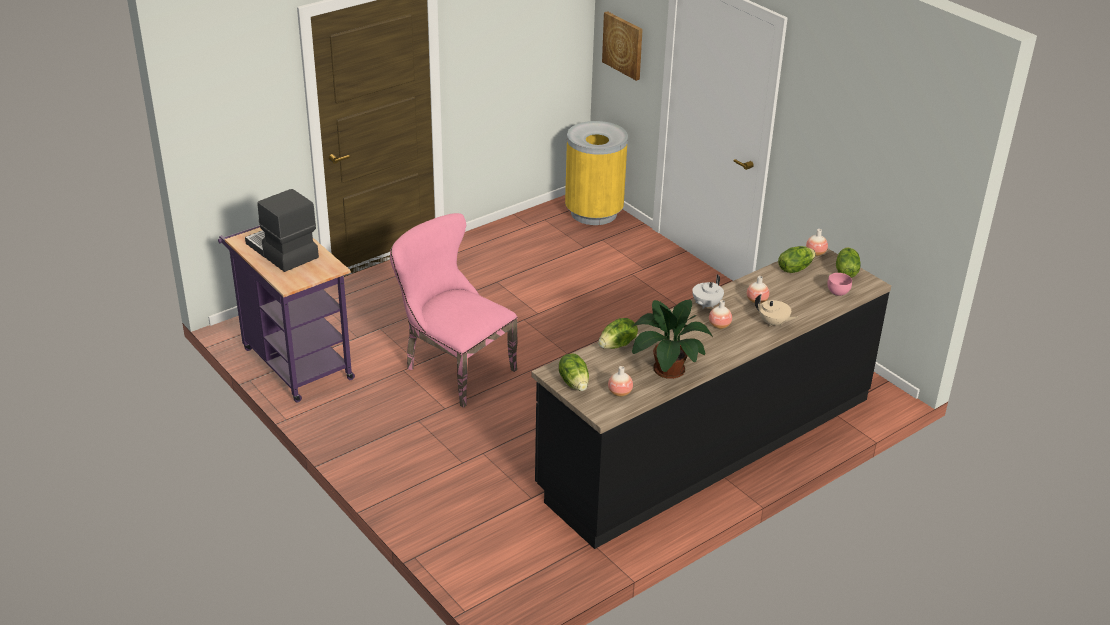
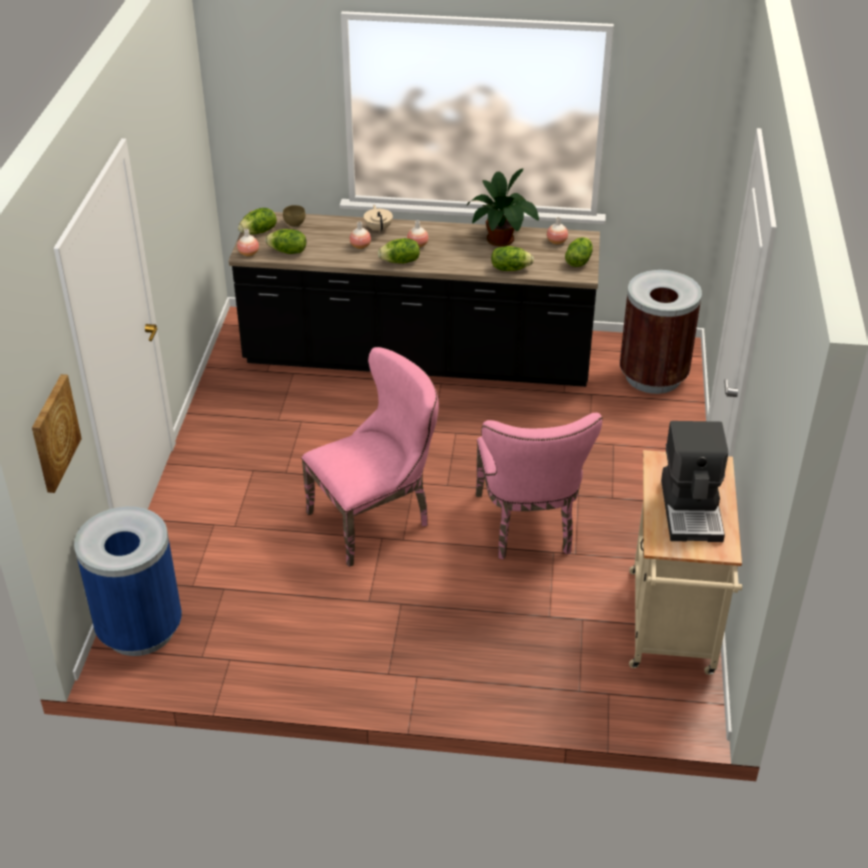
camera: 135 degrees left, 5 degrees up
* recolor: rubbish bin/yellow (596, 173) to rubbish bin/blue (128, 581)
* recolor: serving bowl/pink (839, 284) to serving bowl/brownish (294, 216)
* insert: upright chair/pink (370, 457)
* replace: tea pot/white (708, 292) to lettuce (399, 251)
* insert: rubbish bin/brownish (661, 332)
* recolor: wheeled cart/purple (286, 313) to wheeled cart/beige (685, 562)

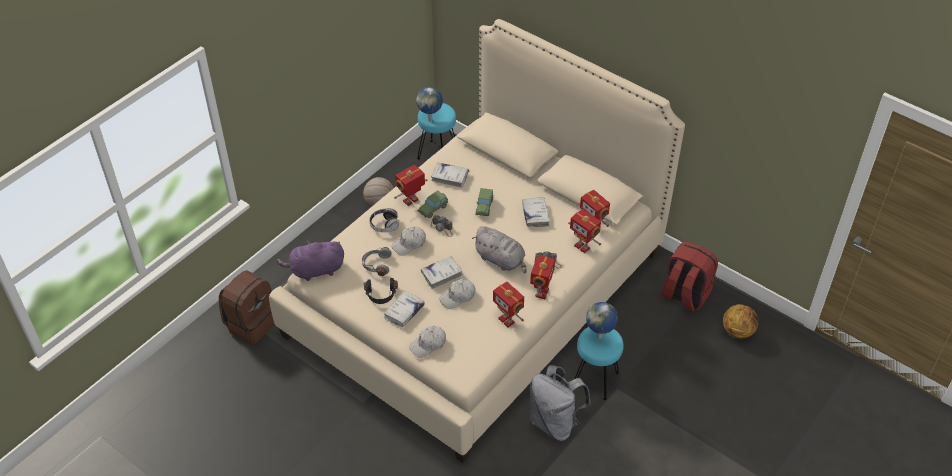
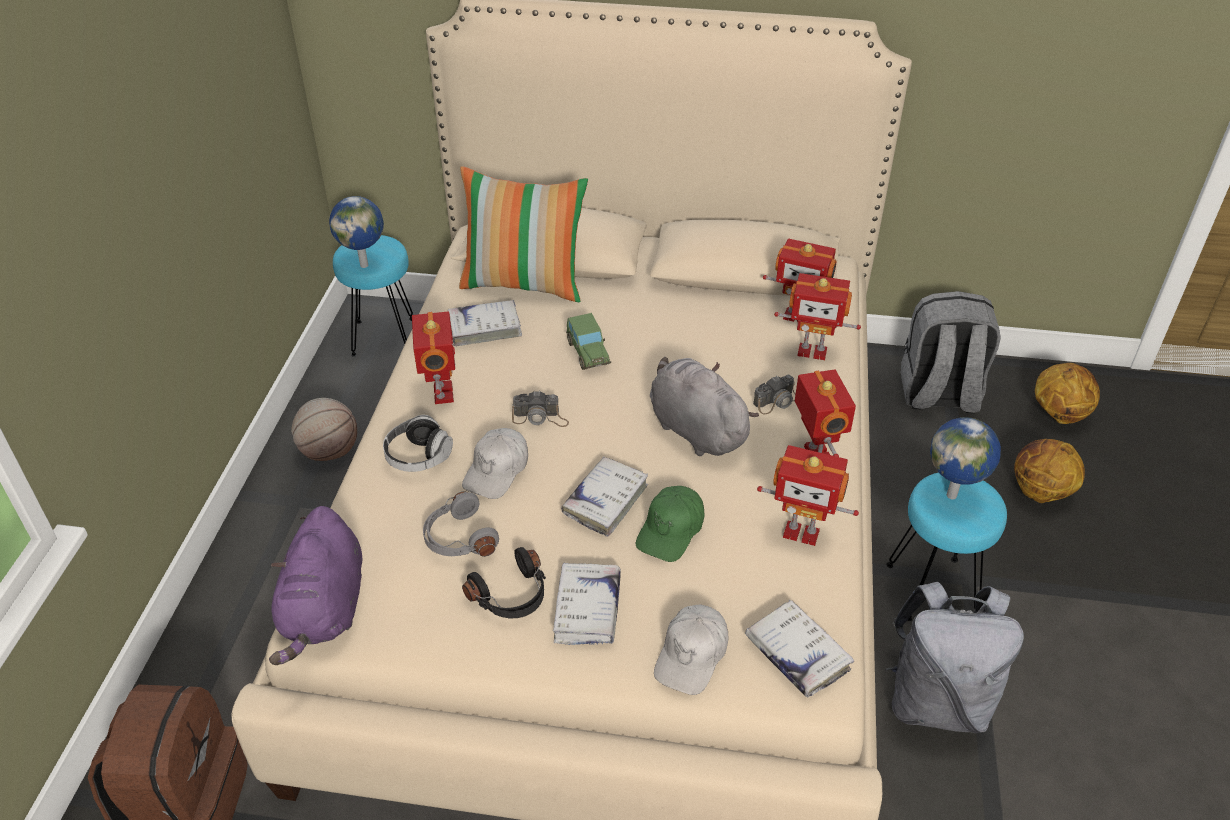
camera: 30 degrees left, 5 degrees down
* rotate: plush toy/purple (310, 260) = (315, 585) 45 degrees counterclockwise
* rotate: toy robot (411, 185) = (433, 358) 150 degrees clockwise
* insert: throw pillow (523, 234)
* recolor: cap/white (457, 294) to cap/green-coloured (670, 524)
* rotate: plush toy/gray (499, 249) = (704, 406) 135 degrees counterclockwise
* move: bound book/white (536, 212) to (799, 649)
* recolor: knapsack/red (689, 277) to knapsack/gray (951, 352)
* insert: ball for basketball (1049, 471)
* delete: toy car (432, 204)

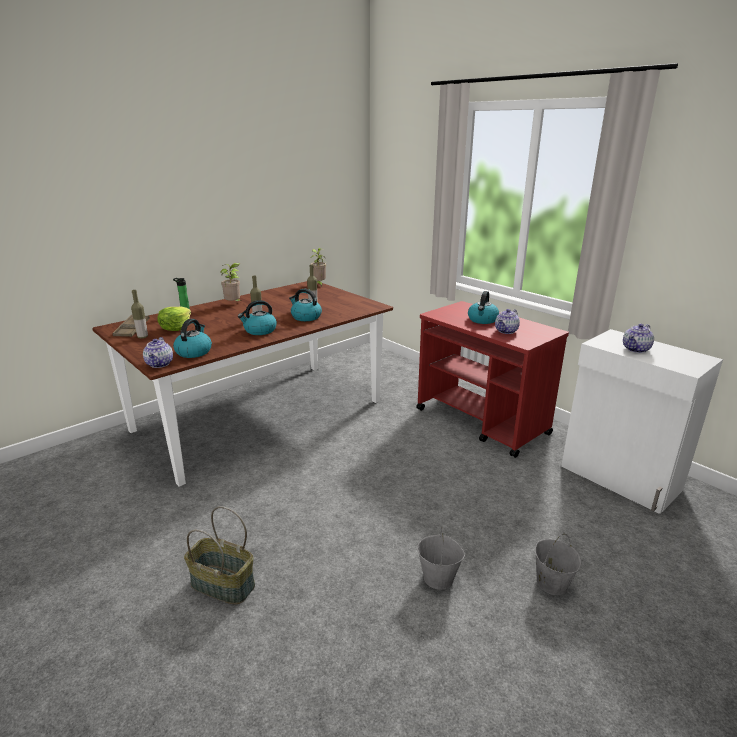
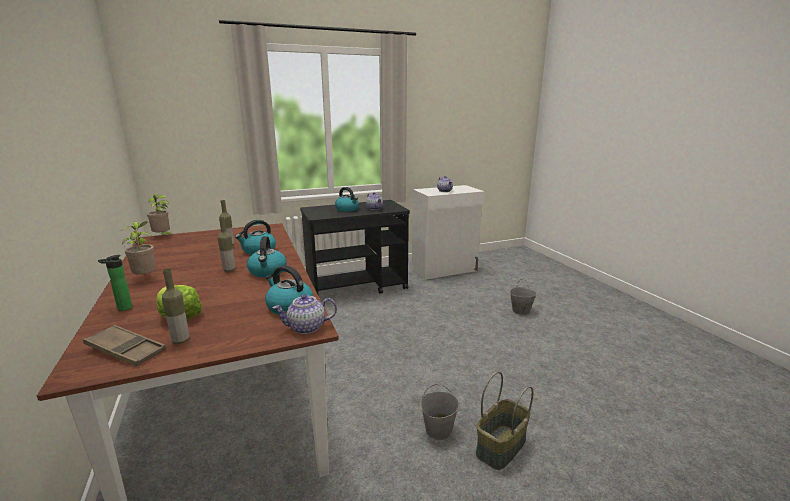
camera: 70 degrees left, 5 degrees down
* rotate: tea pot (158, 352) = (305, 314) 150 degrees clockwise
* recolor: wheeled cart/red (492, 379) to wheeled cart/black (355, 248)
* move: bucket/gray (441, 558) to (439, 412)

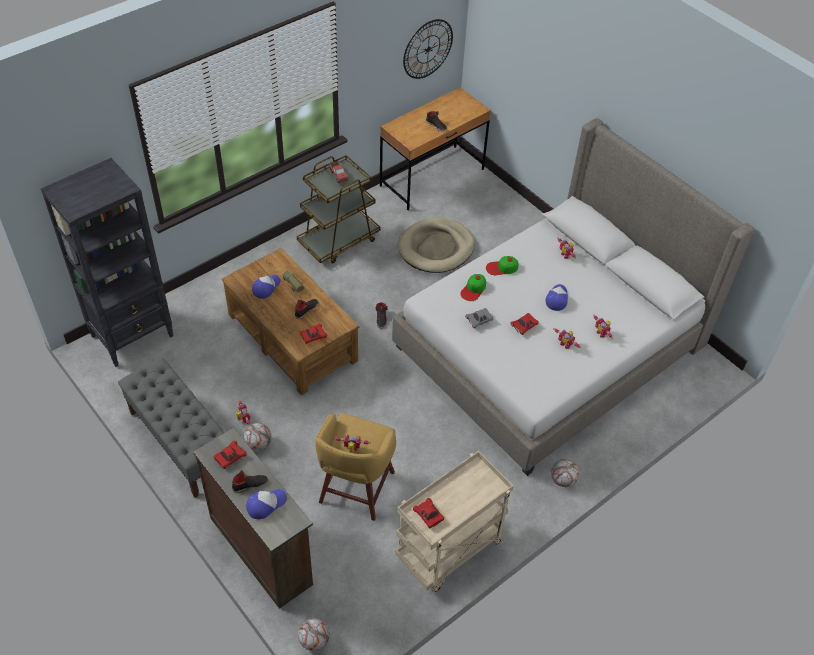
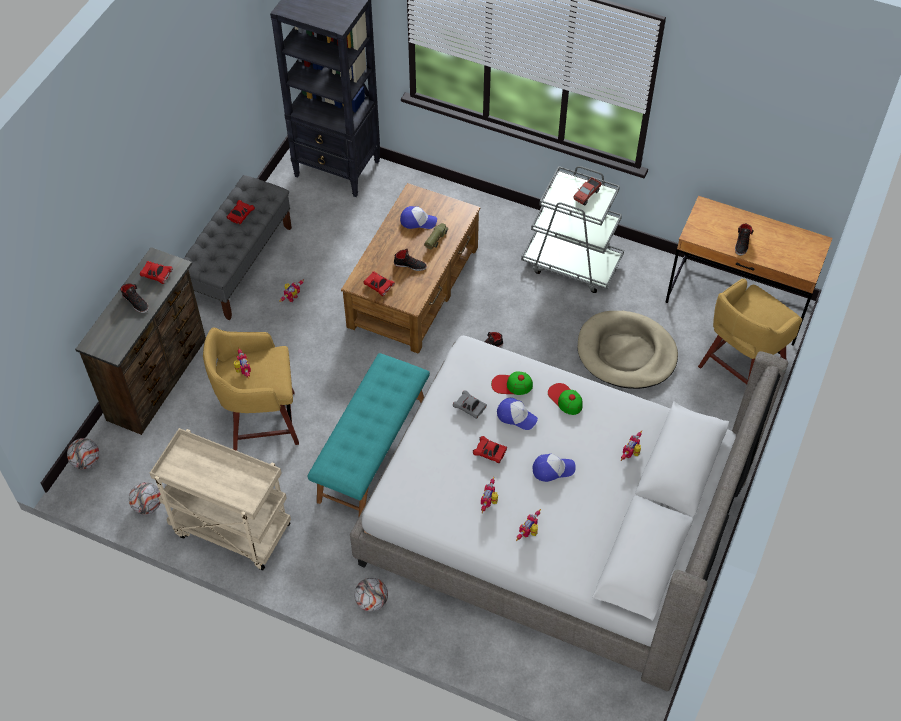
camera: 65 degrees right, 5 degrees up
* move: ball for football (257, 436) to (145, 498)
* move: toy car/red (428, 513) to (241, 212)
* insert: indoor bench/blue-green (369, 434)
* move: cap (266, 504) to (517, 414)
* recolor: wheeled cart/brownish (338, 209) to wheeled cart/gray (572, 229)
* insert: sitting stool/yellow (750, 331)
* delete: wall clock (428, 49)

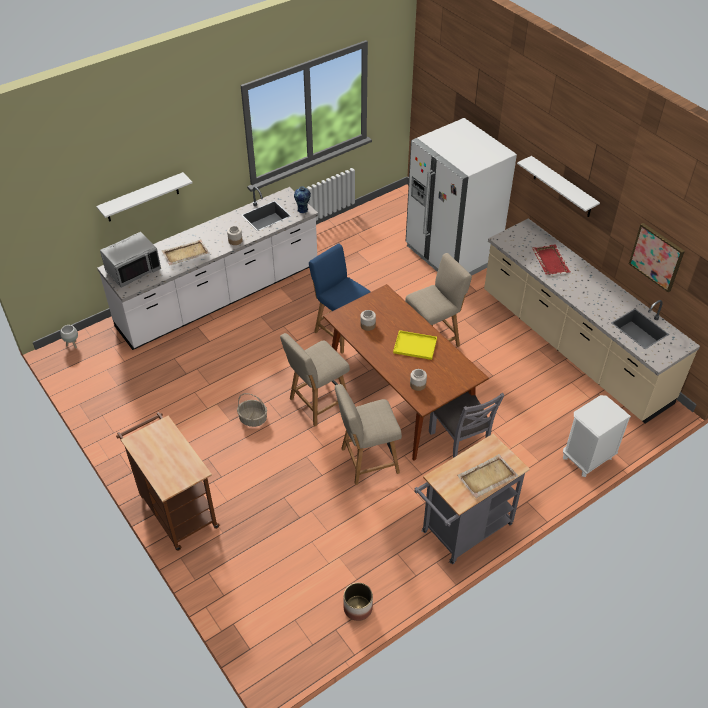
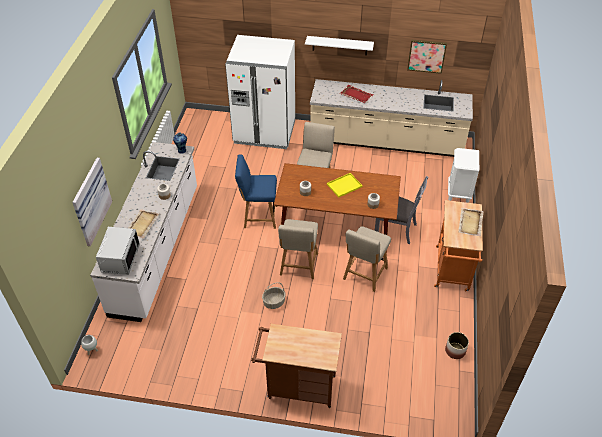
camera: 45 degrees left, 0 degrees up
* replace: bracket shelf/white (144, 197) to wall picture (92, 202)
* recolor: wheeled cart/gray (472, 499) to wheeled cart/orangey (458, 246)

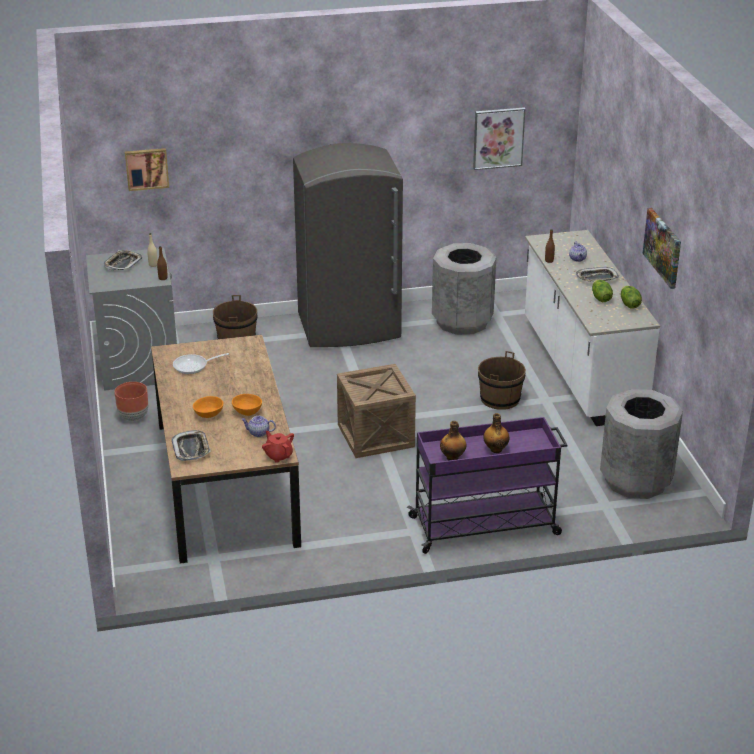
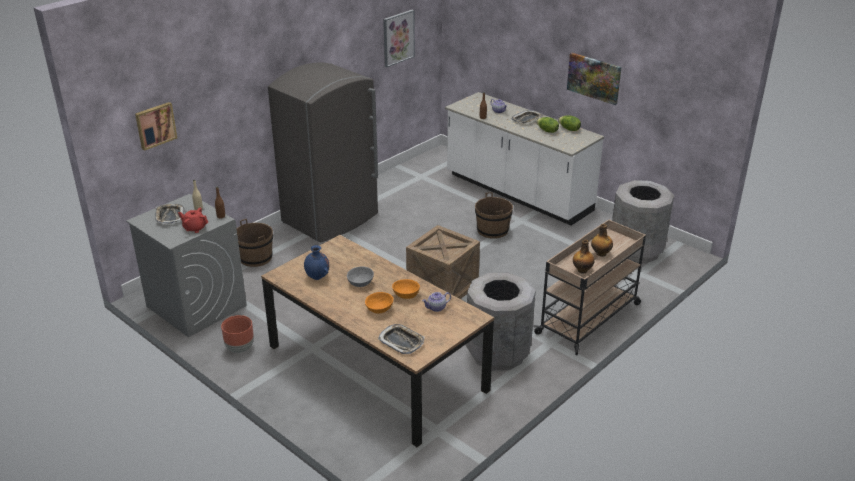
camera: 35 degrees left, 0 degrees up
* move: tea pot/red (278, 446) to (193, 220)
* replace: frying pan (201, 363) to flower vase/blue (316, 262)
* insert: serving bowl/gray (360, 276)
* move: rubbish bin/gray (464, 289) to (501, 322)
* recolor: wheeled cart/purple (487, 485) to wheeled cart/beige (589, 287)

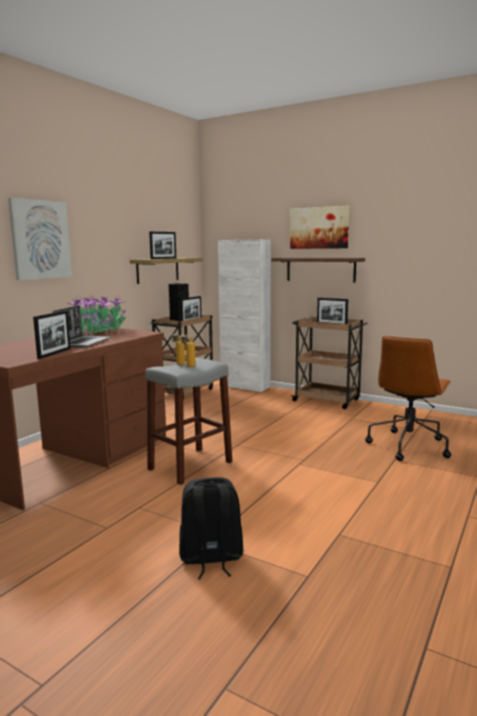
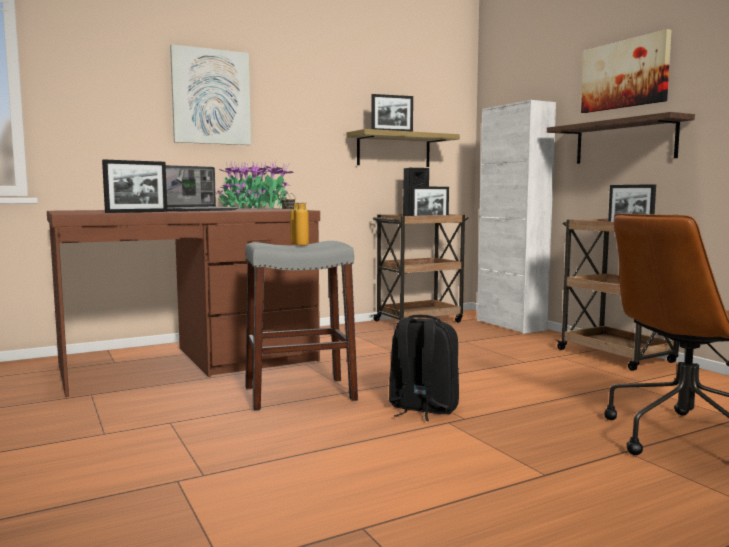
camera: 30 degrees right, 5 degrees down
* move: knapsack/black (211, 528) to (424, 368)

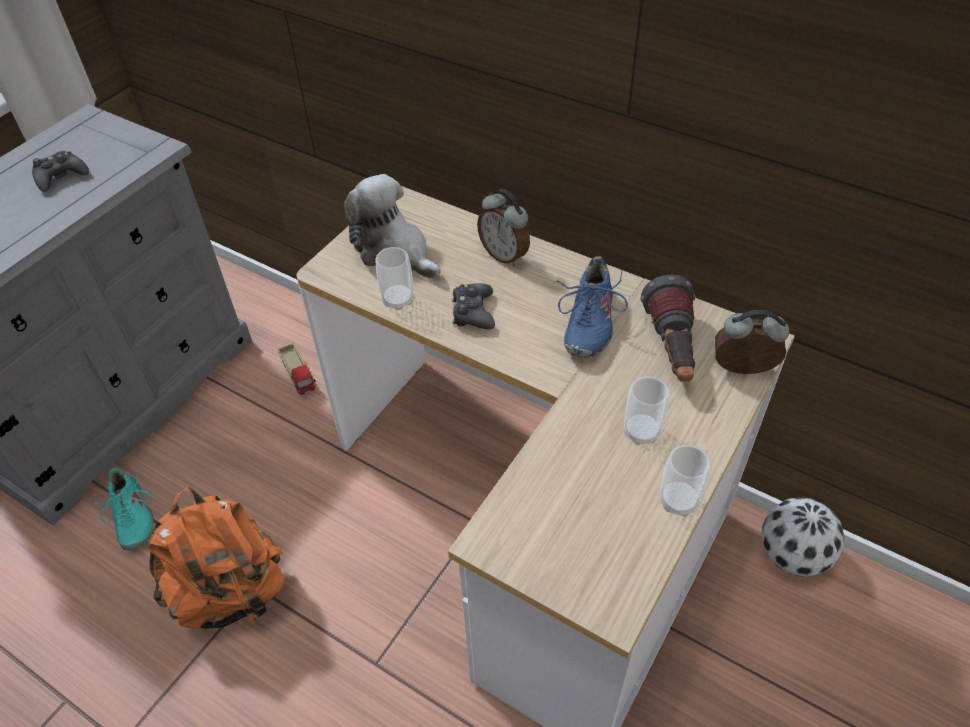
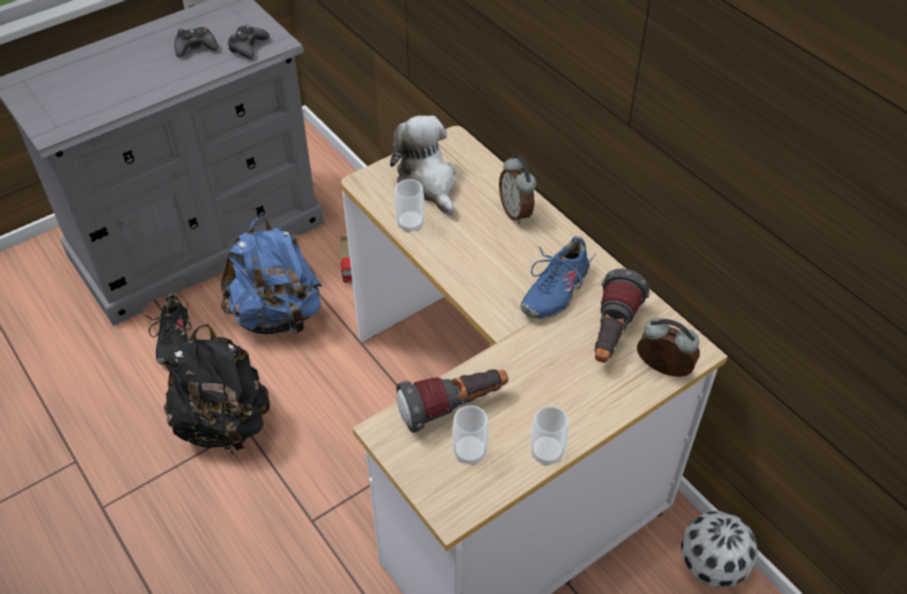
camera: 20 degrees right, 0 degrees up
* recolor: low shoe/blue-green (122, 509) to low shoe/black (168, 329)
* recolor: knapsack/orangey (217, 558) to knapsack/black (216, 389)
* insert: knapsack/blue (271, 275)
* move: gamepad/black (473, 306) to (249, 42)
* insert: hand torch (452, 401)
* move: small cup (646, 411) to (470, 435)

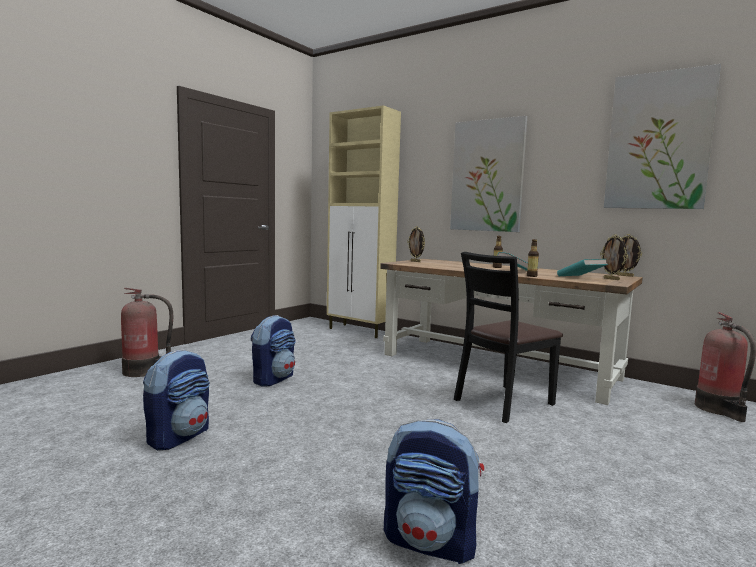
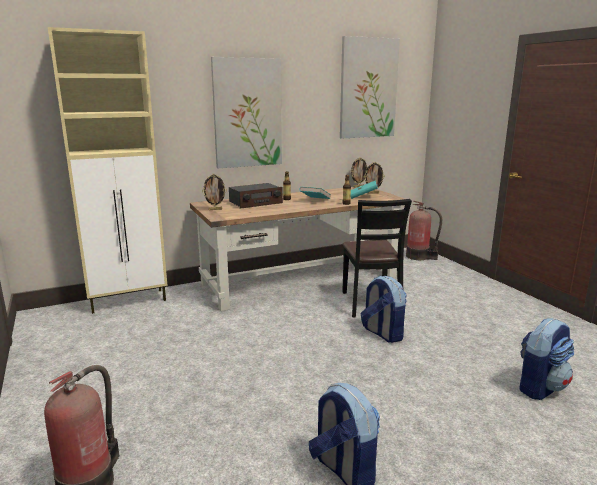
camera: 60 degrees left, 10 degrees up
* insert: radio set (256, 196)
* move: knapsack (273, 351) to (384, 309)

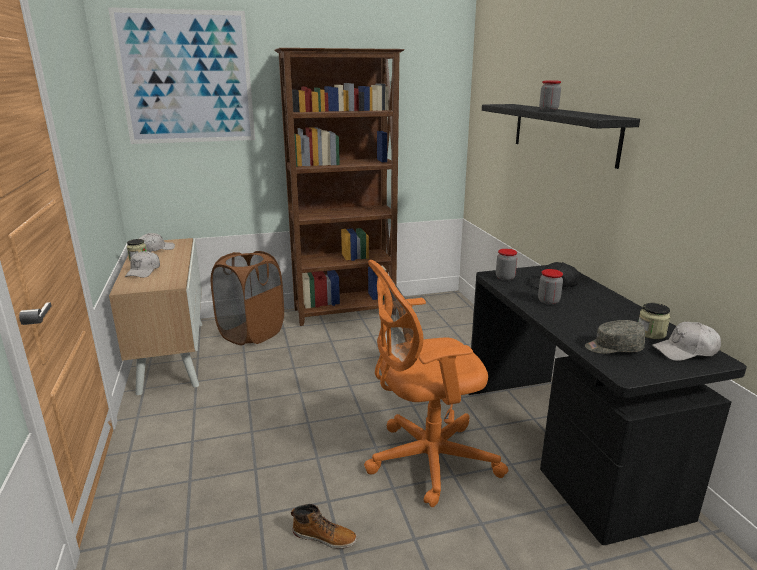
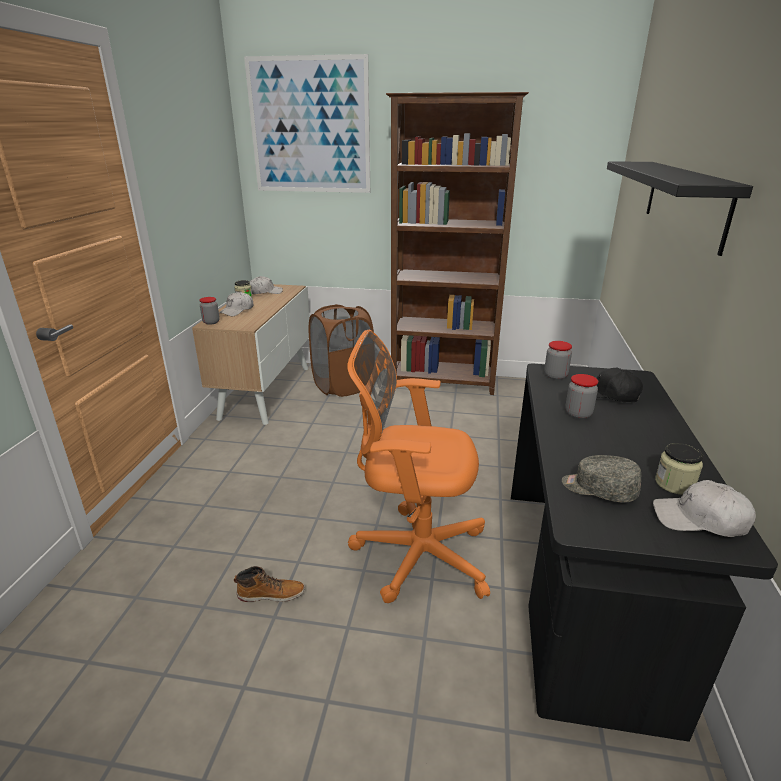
camera: 25 degrees right, 5 degrees up
* move: jar (550, 96) to (209, 311)
* rotate: tall boot (324, 526) = (269, 584) 45 degrees counterclockwise

